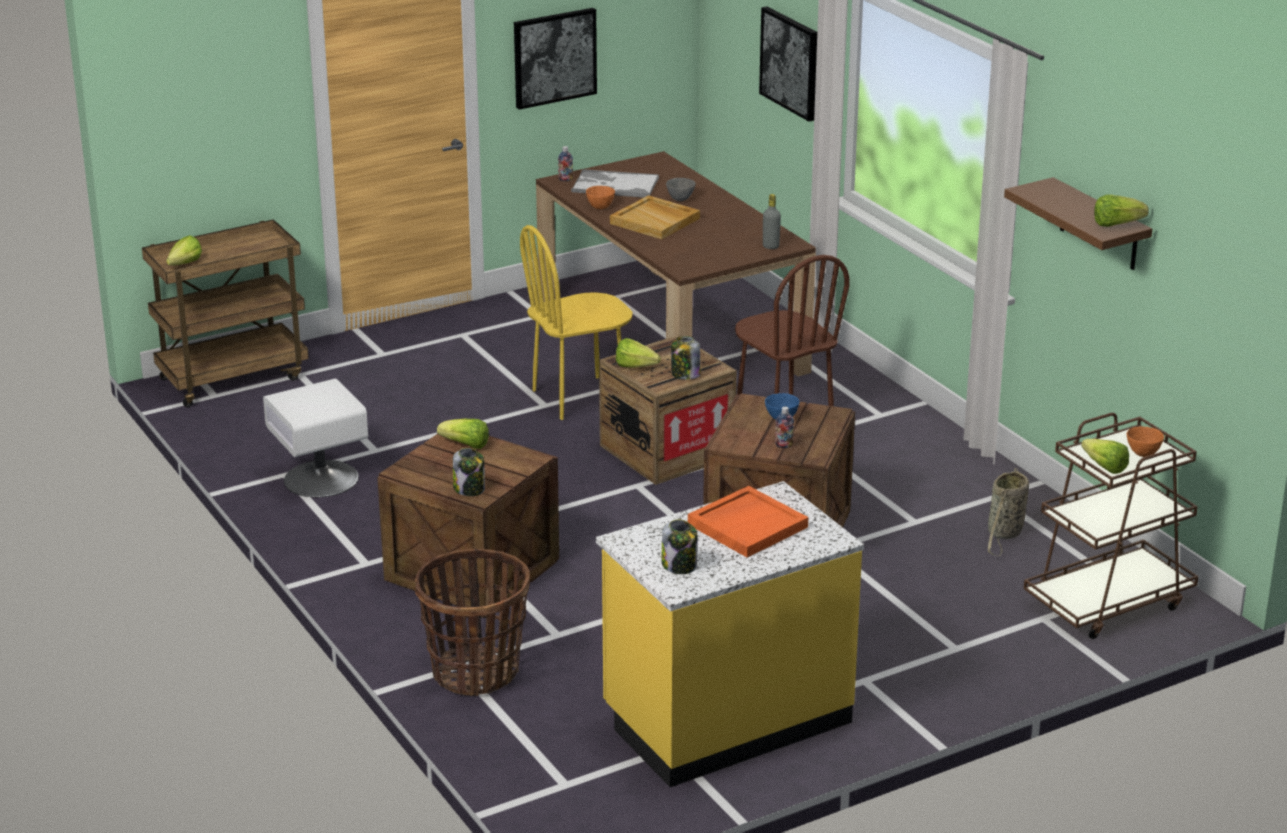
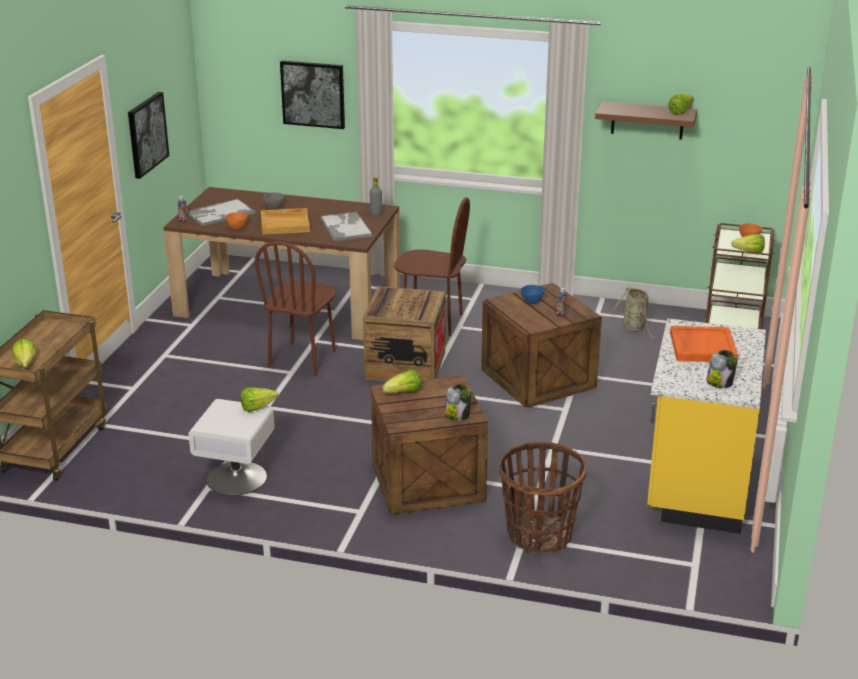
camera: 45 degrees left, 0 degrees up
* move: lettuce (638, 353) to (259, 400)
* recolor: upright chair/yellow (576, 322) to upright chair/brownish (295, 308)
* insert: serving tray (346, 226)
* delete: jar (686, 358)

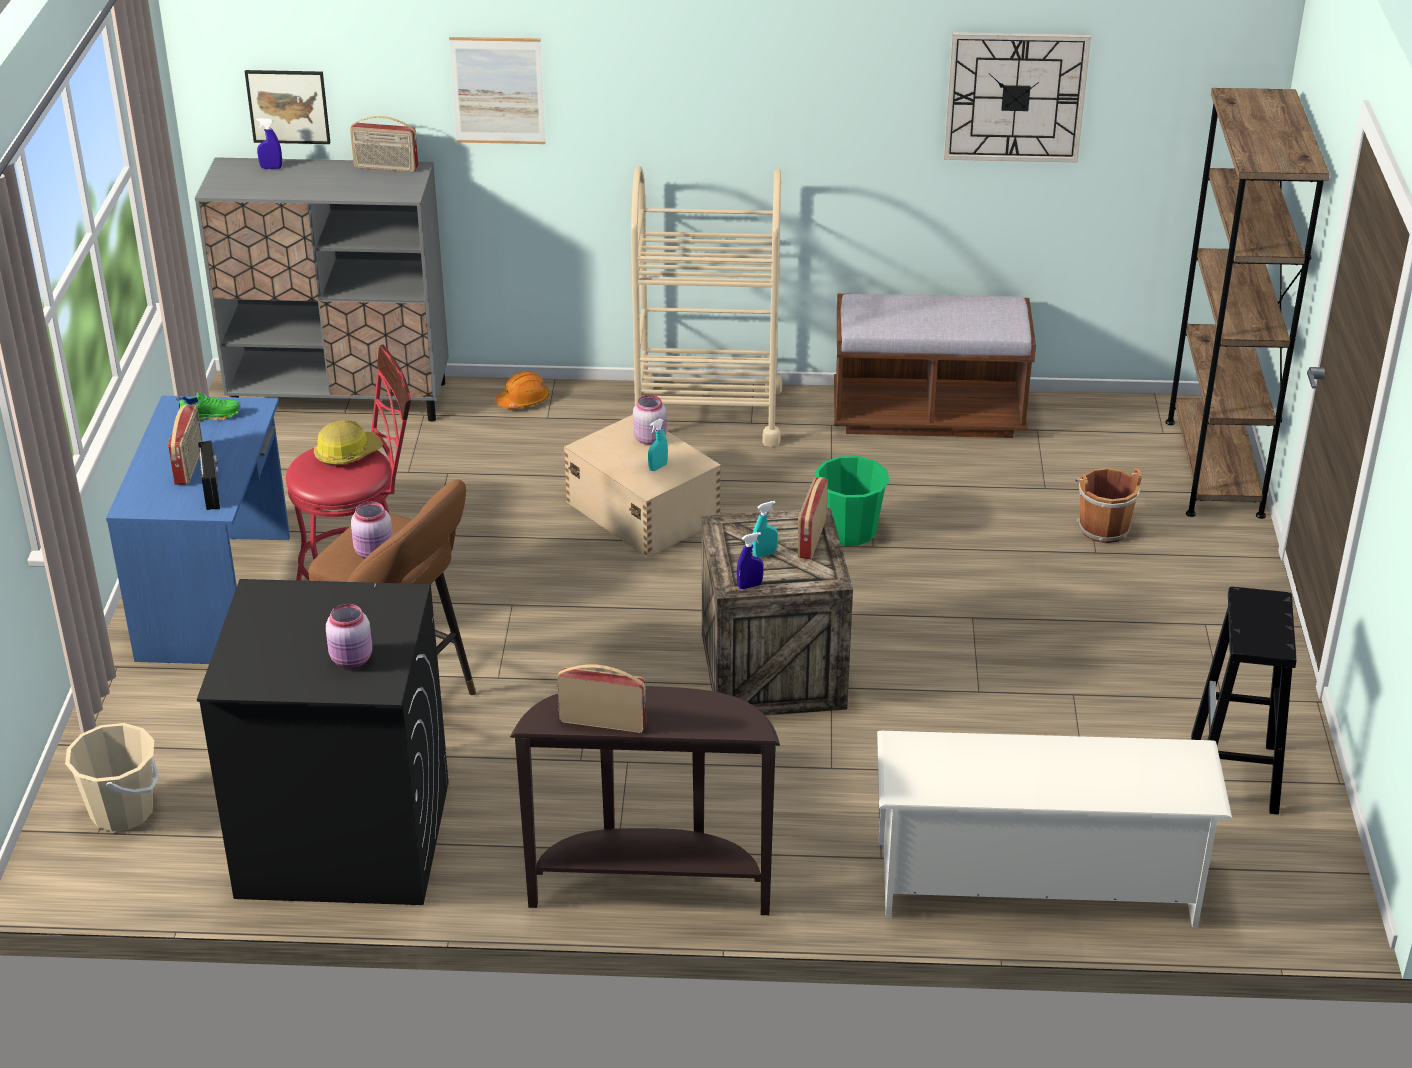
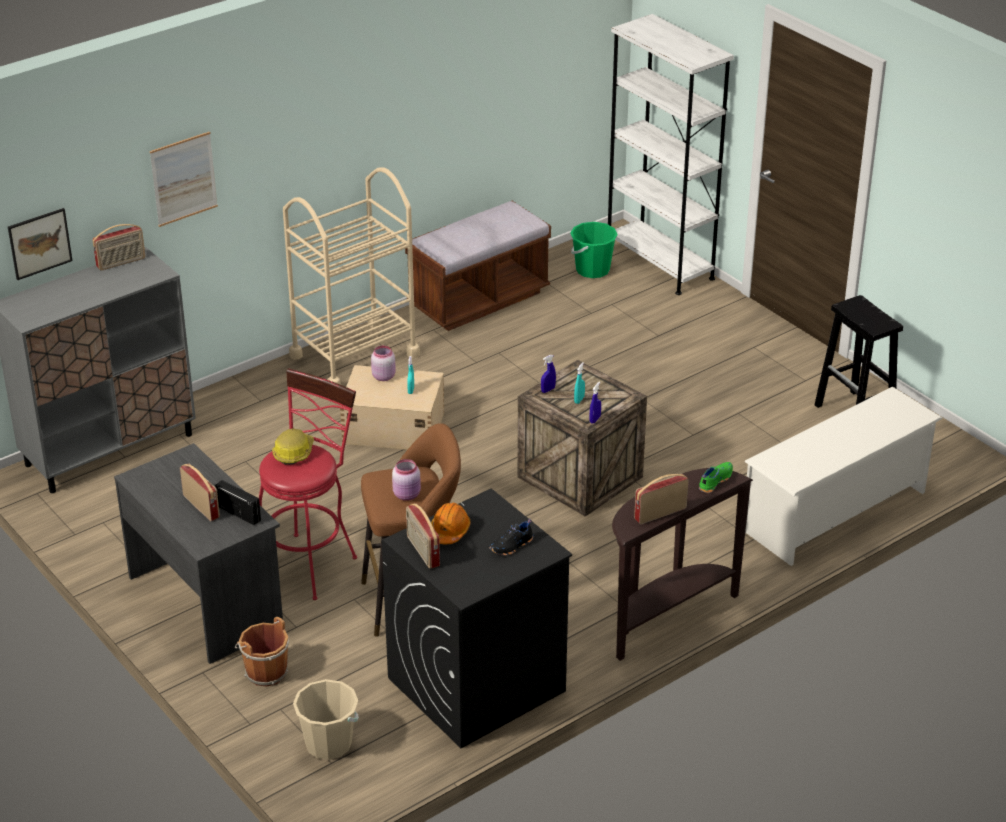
camera: 40 degrees left, 0 degrees up
* recolor: desk unit/blue (198, 530) to desk unit/gray (198, 553)
* move: bucket/brownish (1108, 505) to (262, 652)
* move: radio set (812, 518) to (423, 536)
* move: safety helmet/orangey (522, 390) to (451, 523)
* replace: jar/pink (349, 636) to low shoe/black (511, 537)
* move: hand sprayer/blue (269, 143) to (548, 374)
* move: bucket/green-coloured (852, 501) to (594, 250)
* recolor: shelving unit/brownish (1247, 303) to shelving unit/white (671, 154)
* move: low shoe/green-coloured (208, 406) to (716, 477)
* delete: wall clock (1017, 97)

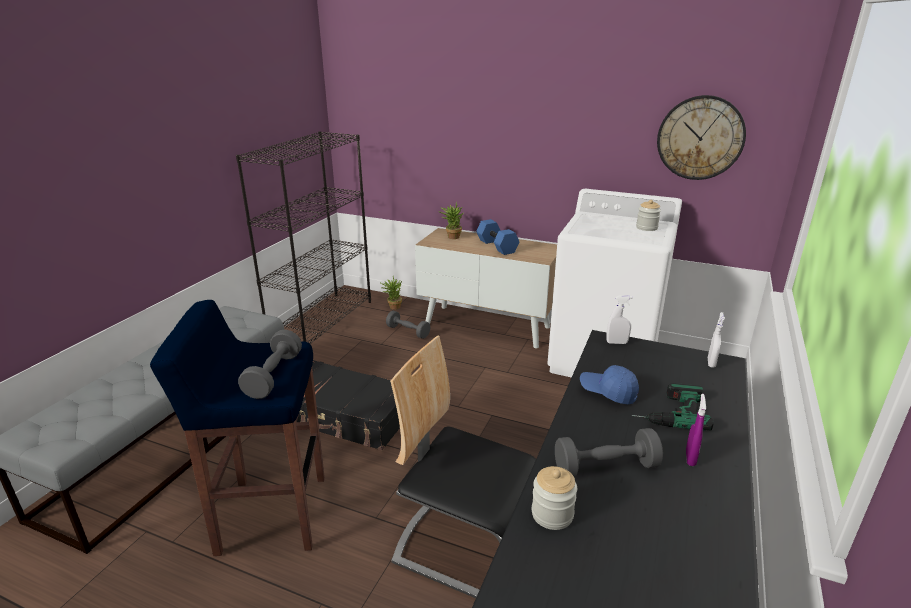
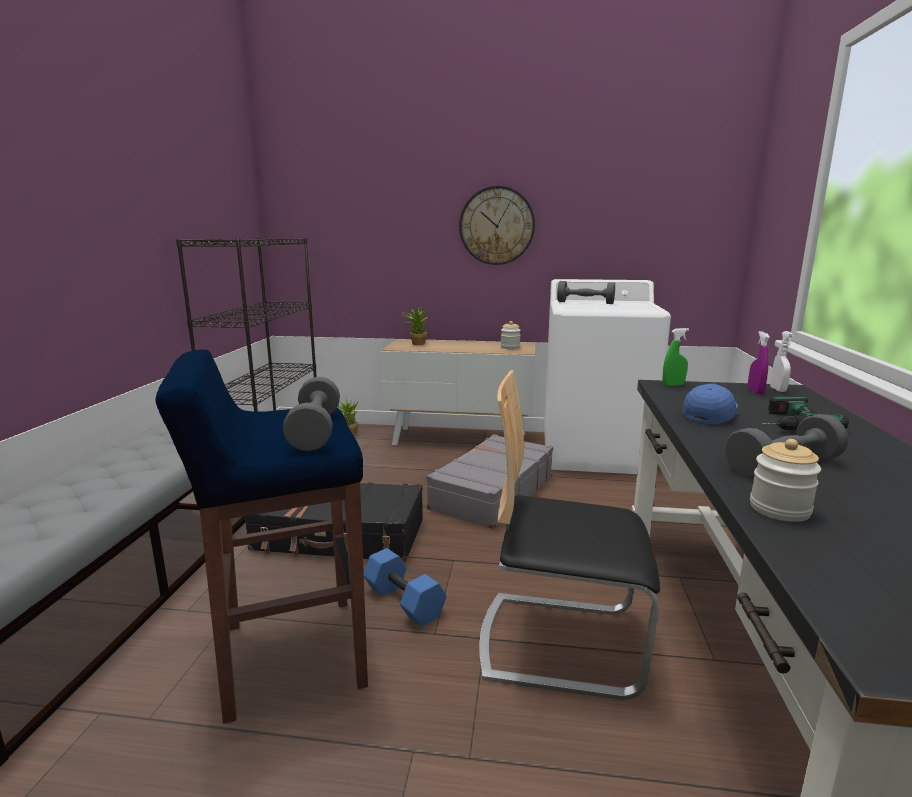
camera: 15 degrees left, 10 degrees down
* move: hand weight/blue (497, 237) to (405, 587)
* insert: piece of luggage/gray (490, 481)
* move: wall clock (701, 137) to (497, 225)
* move: jar (648, 215) to (511, 335)
* move: hand weight/gray (408, 325) to (586, 292)
* recolor: hand sprayer/white (619, 319) to hand sprayer/green-coloured (676, 357)
* rotate: cap/blue (609, 384) = (710, 404) 120 degrees clockwise
* move: hand sprayer/purple (696, 430) to (759, 362)

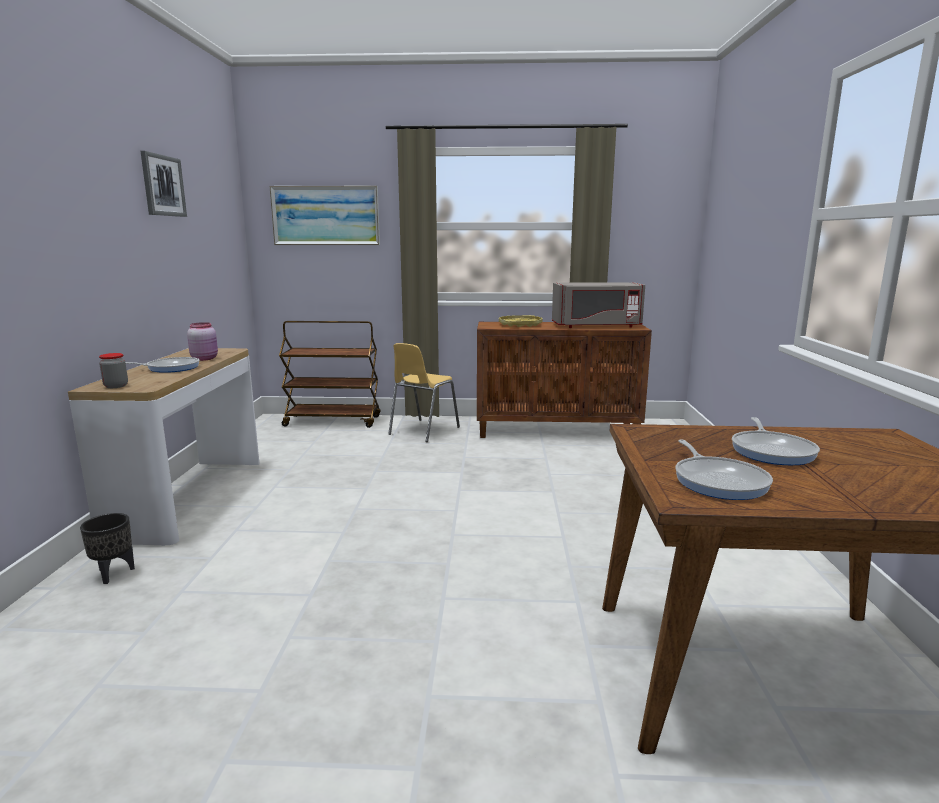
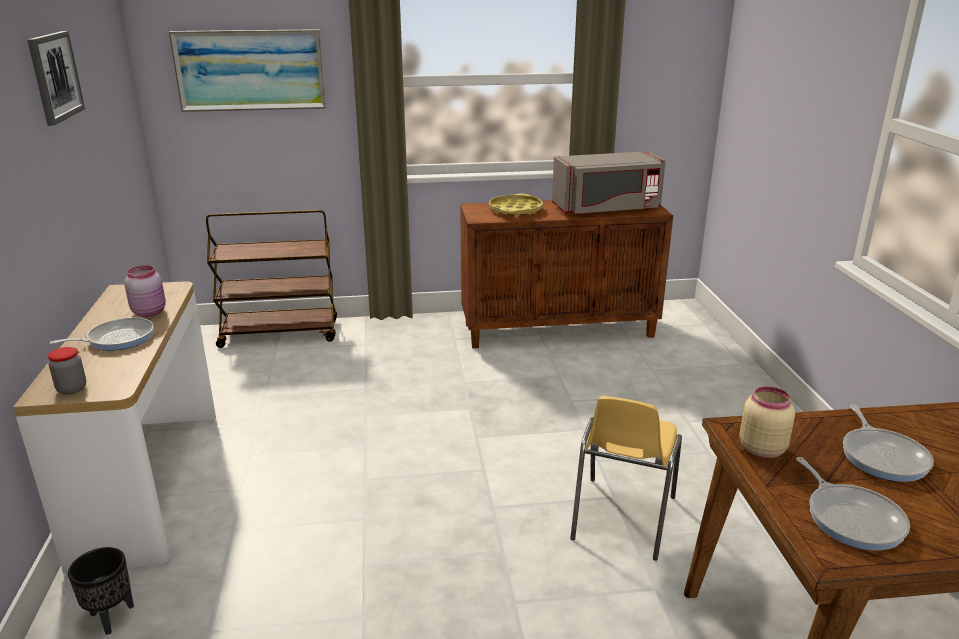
camera: 10 degrees left, 10 degrees up
* move: upright chair/yellow (424, 392) to (626, 478)
* insert: jar/beige (767, 422)

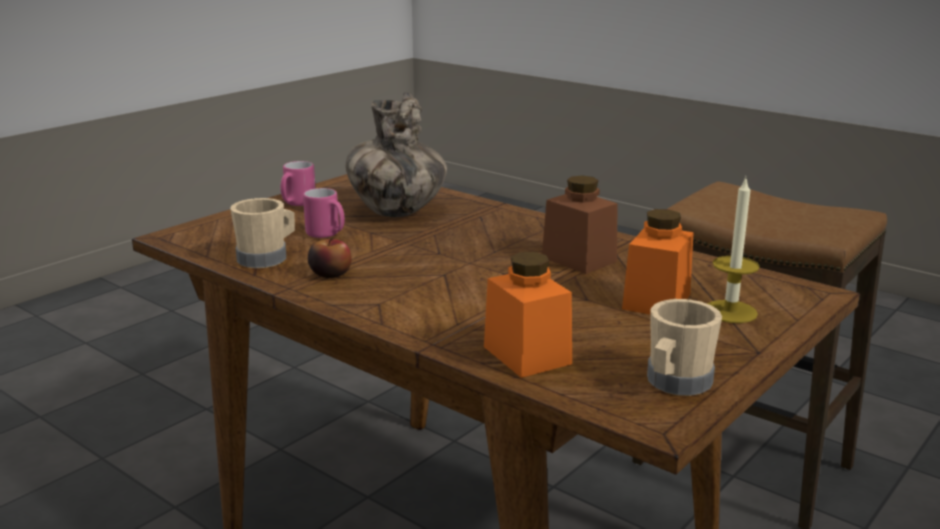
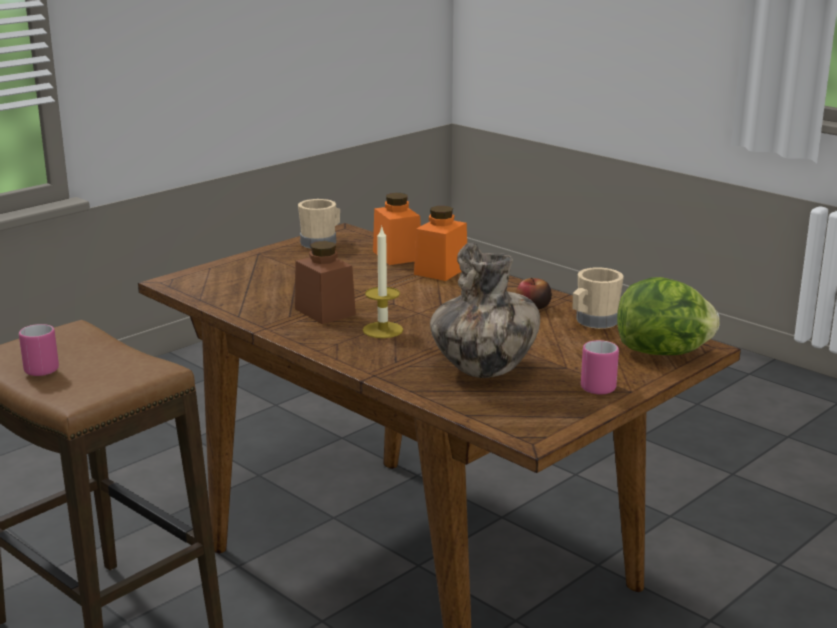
camera: 175 degrees left, 0 degrees up
* move: tea mug/pink (324, 213) to (39, 350)
* move: wax light (733, 250) to (383, 282)
* move: jar/orangey (658, 262) to (440, 243)
* insert: lettuce (668, 316)

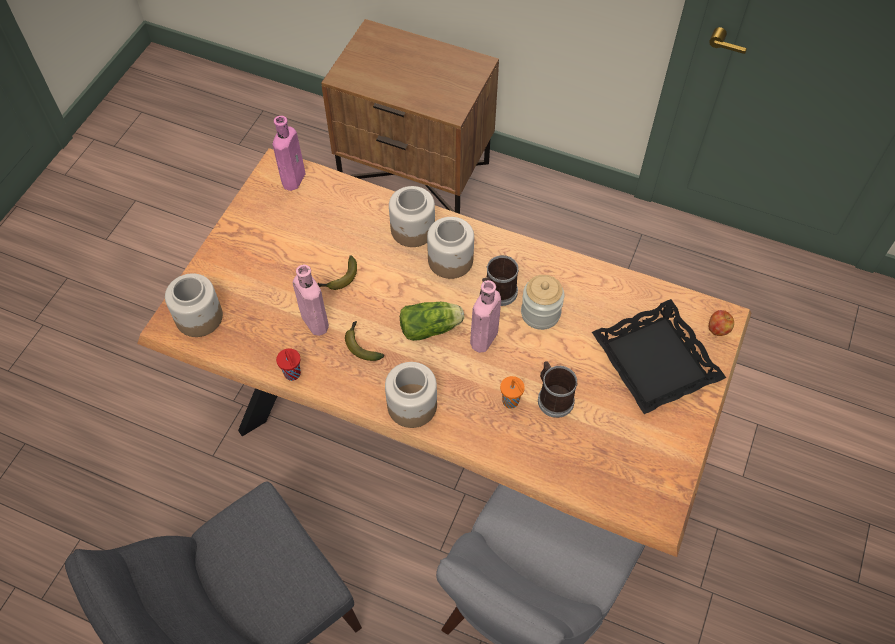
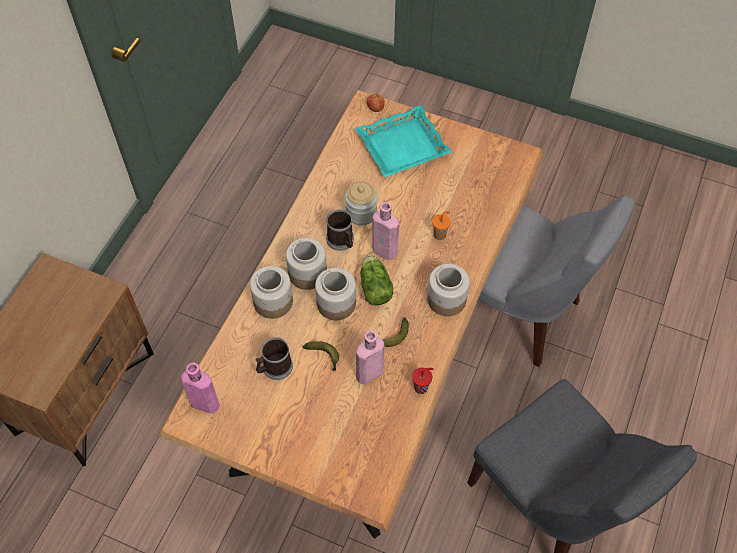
camera: 90 degrees left, 0 degrees up
* move: tea mug (558, 389) to (274, 358)
* move: jar (194, 305) to (335, 294)
* recolor: serving tray/black (659, 356) to serving tray/blue-green (403, 141)

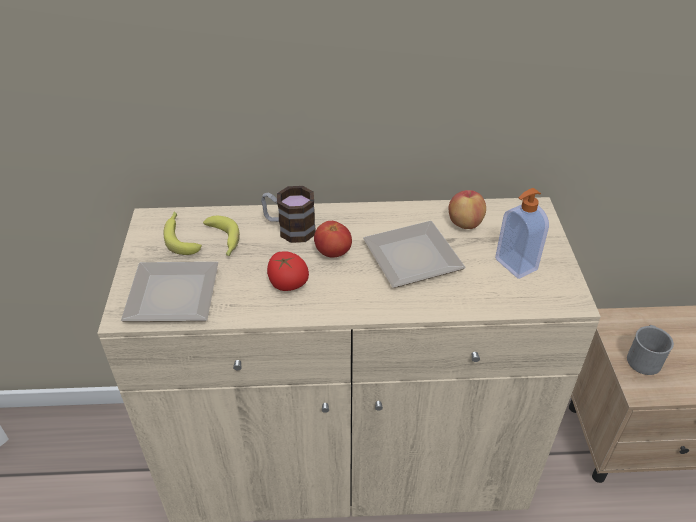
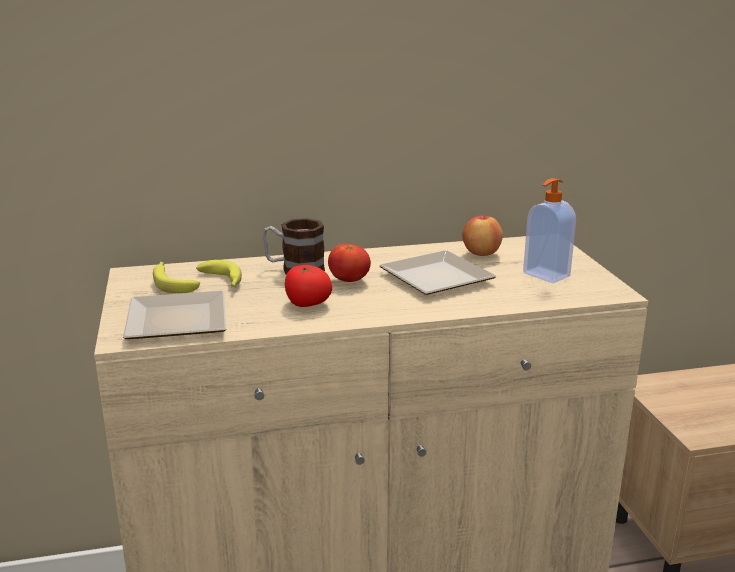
camera: 10 degrees left, 20 degrees down
* delete: tea mug/gray (650, 350)

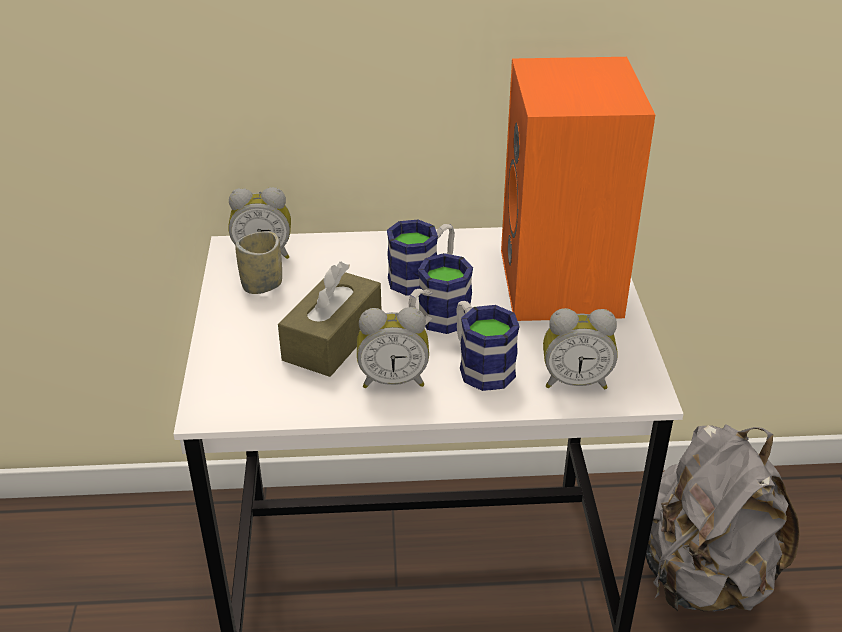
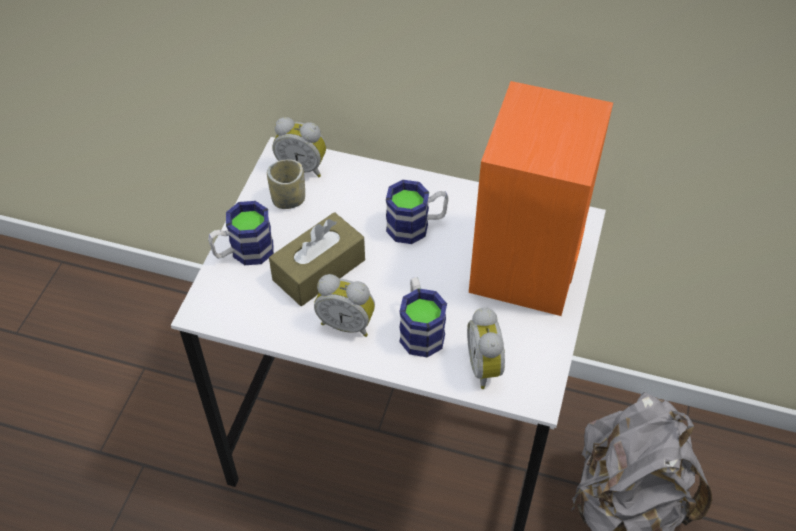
camera: 20 degrees right, 15 degrees up
* move: tea mug (440, 293) to (241, 233)
* rotate: table clock (580, 348) = (486, 348) 60 degrees clockwise

